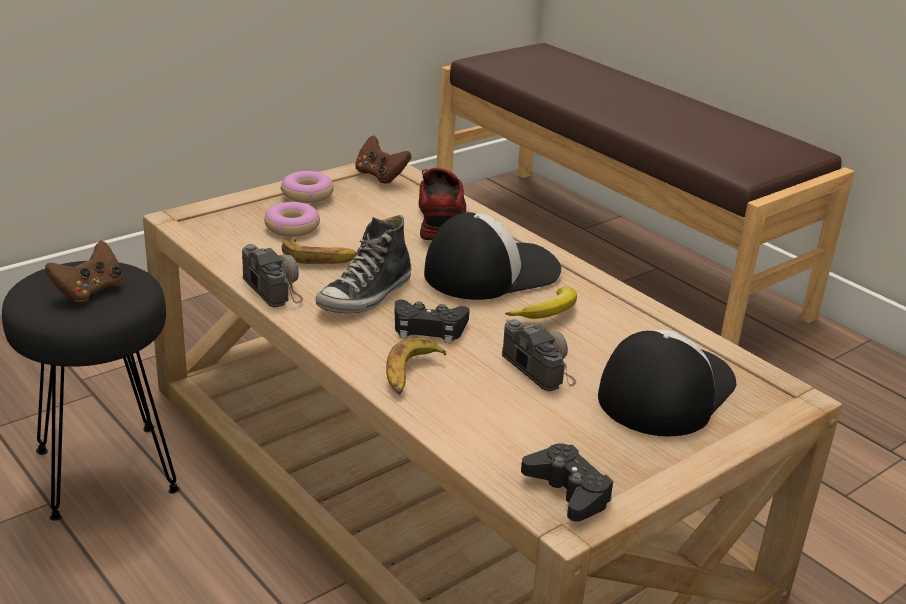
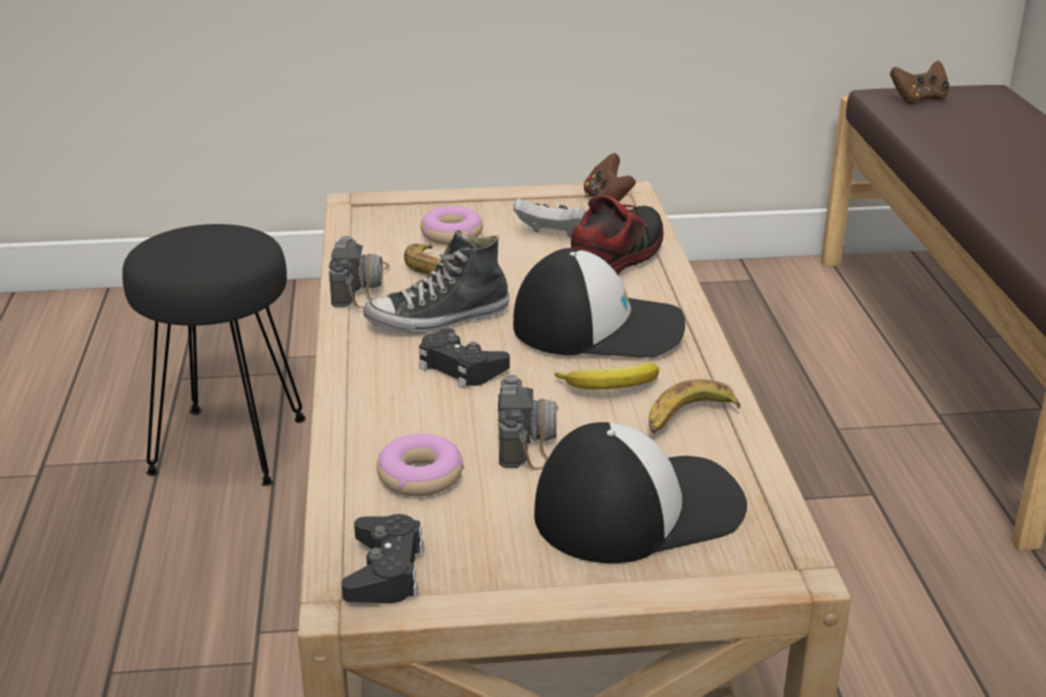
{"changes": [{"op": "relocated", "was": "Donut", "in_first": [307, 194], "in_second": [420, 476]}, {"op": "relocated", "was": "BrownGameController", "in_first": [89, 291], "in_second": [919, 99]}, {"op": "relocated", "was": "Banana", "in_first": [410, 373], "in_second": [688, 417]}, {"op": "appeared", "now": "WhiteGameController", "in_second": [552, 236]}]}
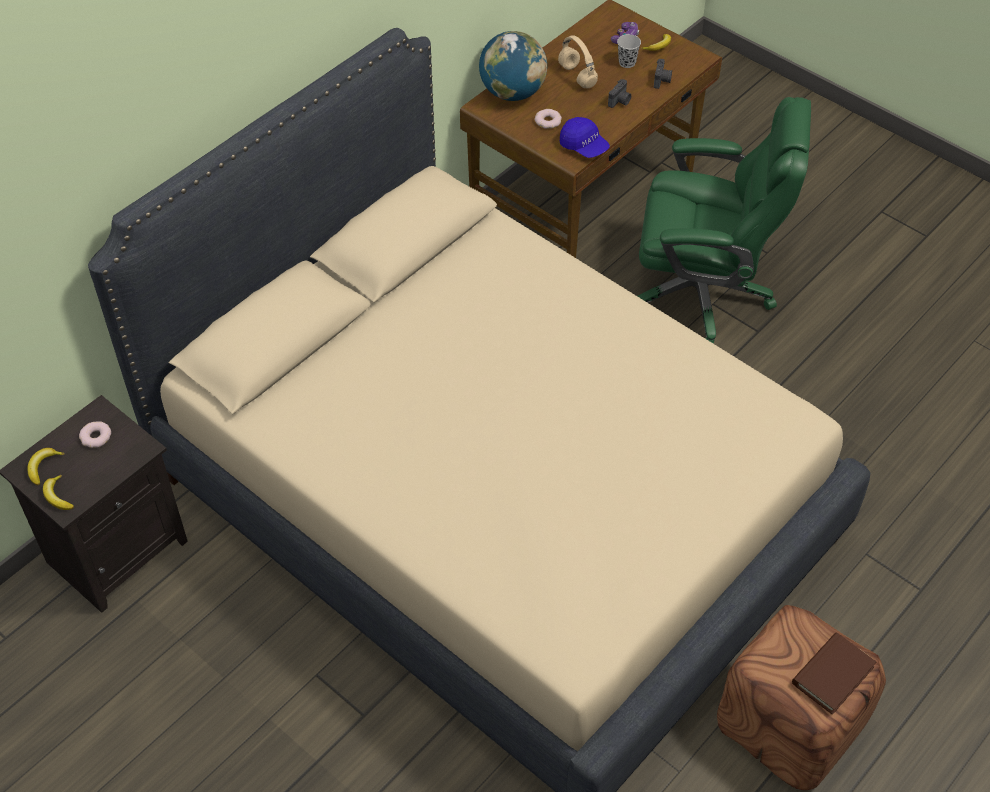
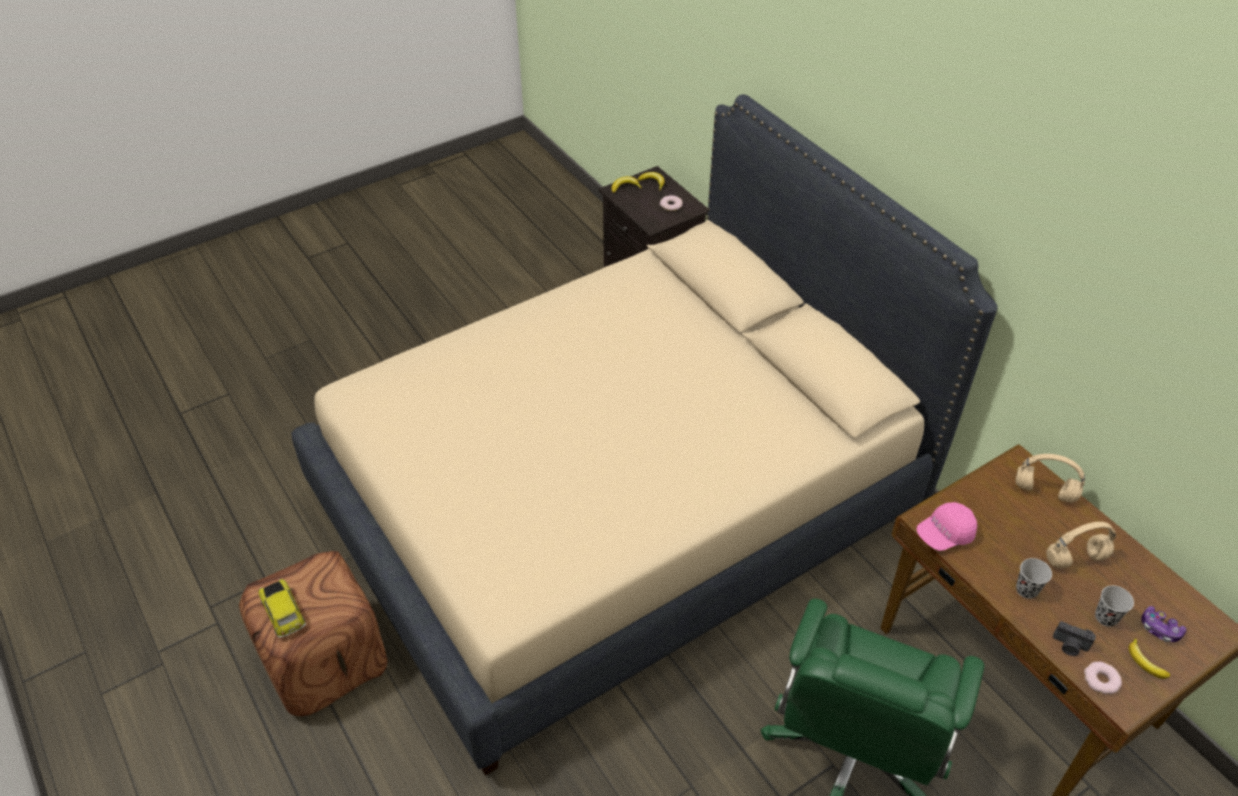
{"changes": [{"op": "exchanged", "was": "Globe", "now": "BeigeHeadphones", "in_first": [512, 93], "in_second": [1043, 491]}, {"op": "exchanged", "was": "PhotoCamera", "now": "BlackCup", "in_first": [620, 101], "in_second": [1026, 590]}, {"op": "relocated", "was": "Donut", "in_first": [548, 121], "in_second": [1101, 680]}, {"op": "colour", "was": "BlueCap", "now": "PinkCap", "in_first": [584, 146], "in_second": [944, 534]}, {"op": "exchanged", "was": "BrownBook", "now": "ToyCar", "in_first": [832, 675], "in_second": [284, 613]}]}
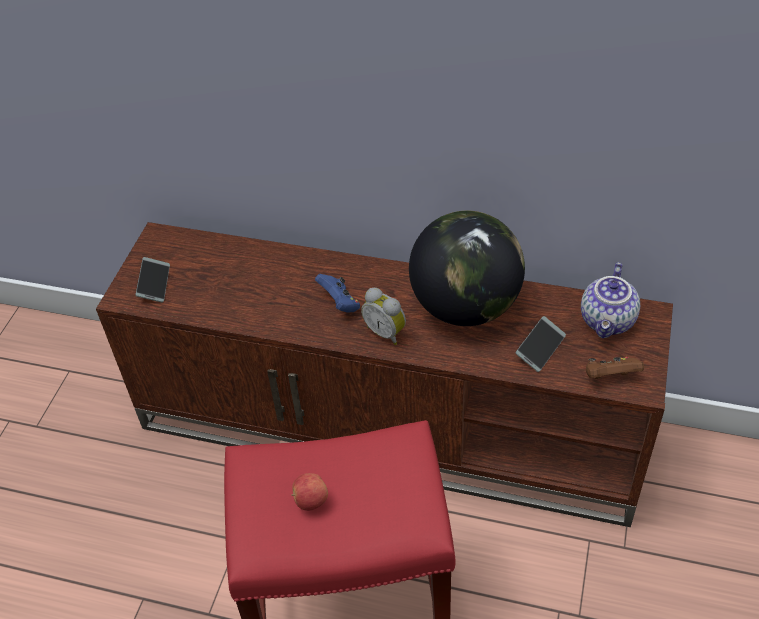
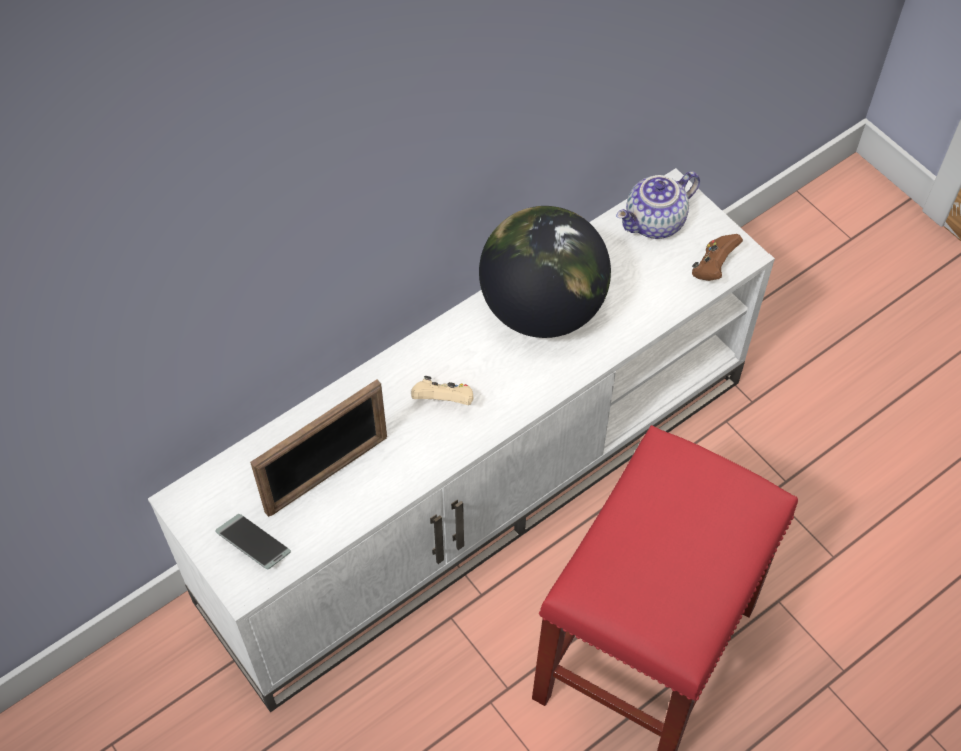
{"changes": [{"op": "colour", "was": "BrownTvStand", "now": "WhiteTvStand", "in_first": [391, 426], "in_second": [478, 483]}, {"op": "spun", "was": "Teapot", "in_first": [608, 321], "in_second": [655, 223], "clockwise": 90}, {"op": "colour", "was": "BlueGameController", "now": "BeigeGameController", "in_first": [340, 303], "in_second": [444, 401]}, {"op": "missing", "was": "AlarmClock", "in_first": [386, 332]}, {"op": "missing", "was": "Phone", "in_first": [540, 348]}, {"op": "missing", "was": "Apple", "in_first": [310, 500]}, {"op": "appeared", "now": "PictureFrame", "in_second": [327, 474]}]}
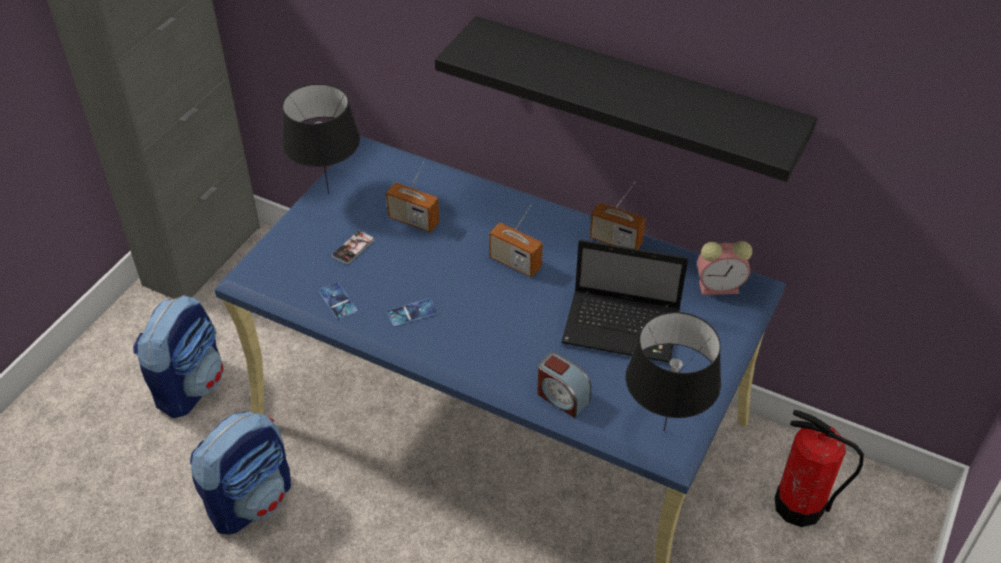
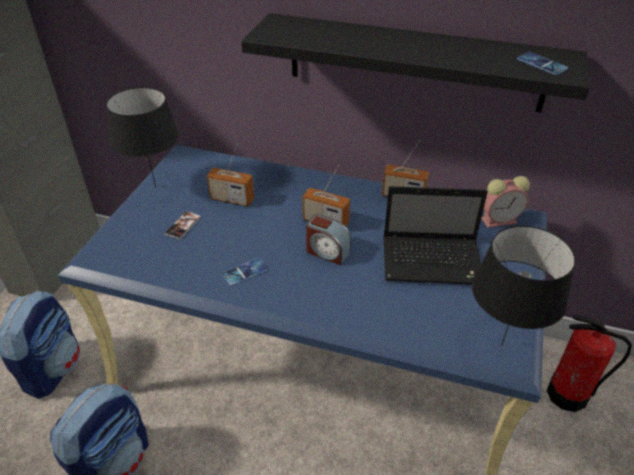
{"changes": [{"op": "relocated", "was": "Phone", "in_first": [337, 301], "in_second": [541, 64]}, {"op": "relocated", "was": "AlarmClock", "in_first": [562, 397], "in_second": [327, 252]}]}
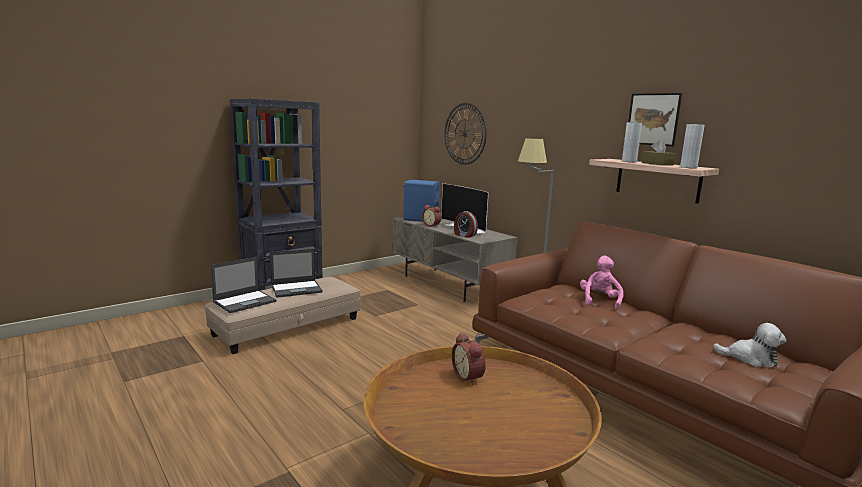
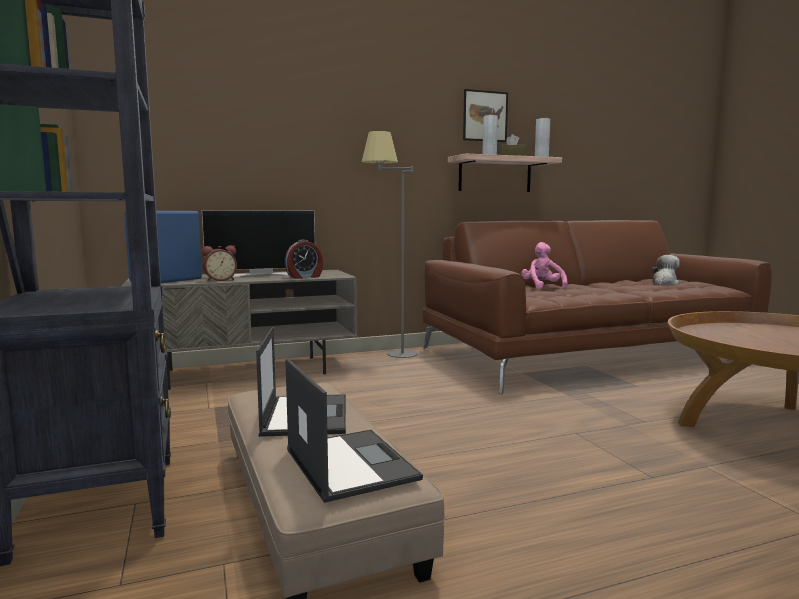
{"changes": [{"op": "missing", "was": "WallClock", "in_first": [464, 134]}, {"op": "spun", "was": "PinkPlushToy", "in_first": [599, 301], "in_second": [542, 287], "clockwise": 45}, {"op": "missing", "was": "AlarmClock", "in_first": [469, 376]}]}
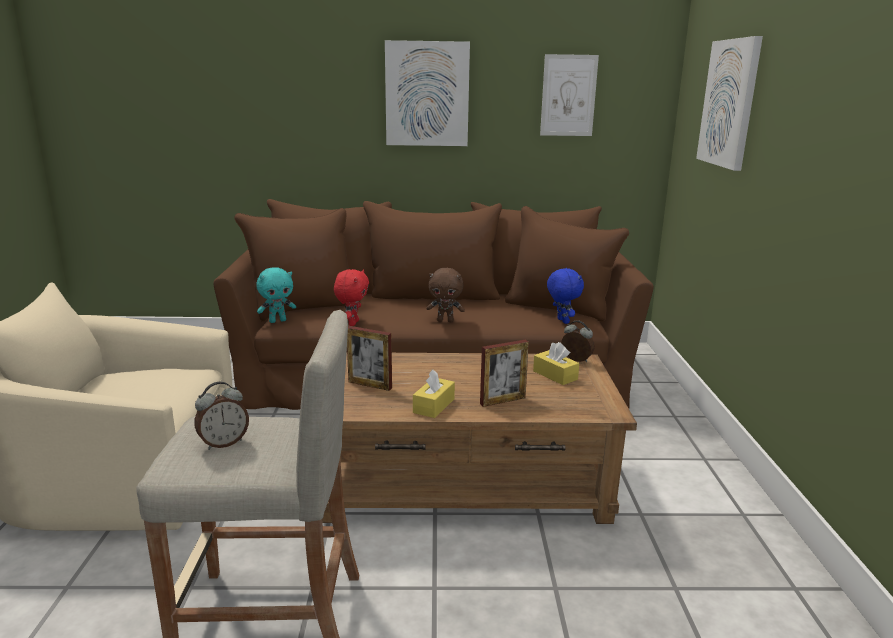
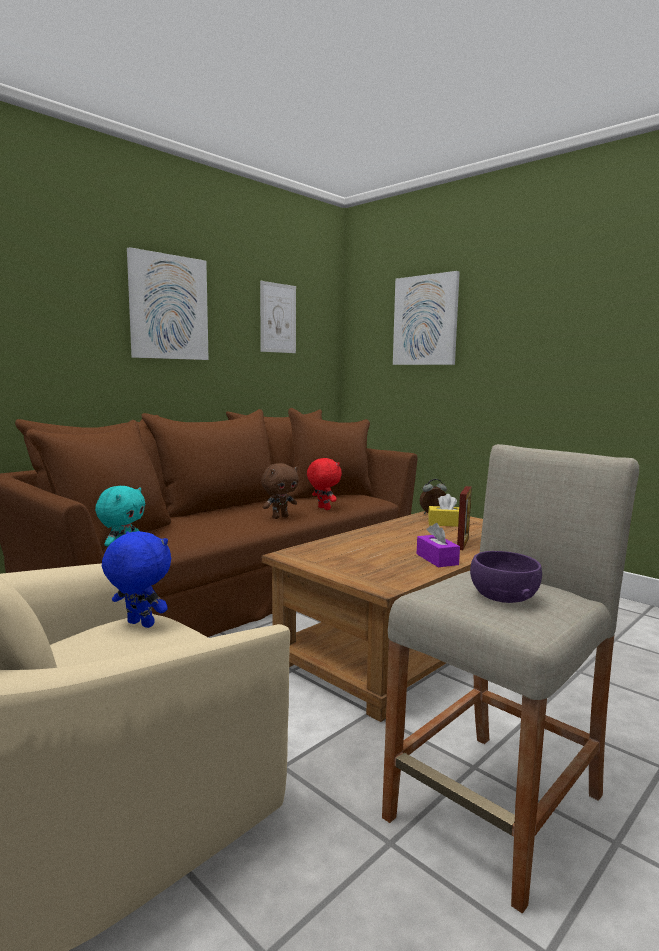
{"changes": [{"op": "relocated", "was": "BluePlushToy", "in_first": [562, 321], "in_second": [139, 625]}, {"op": "relocated", "was": "RedPlushToy", "in_first": [352, 323], "in_second": [323, 508]}, {"op": "missing", "was": "PictureFrame", "in_first": [370, 385]}, {"op": "colour", "was": "YellowTissueBox", "now": "PurpleTissueBox", "in_first": [434, 406], "in_second": [437, 559]}, {"op": "exchanged", "was": "AlarmClock", "now": "PurpleBowl", "in_first": [224, 443], "in_second": [503, 596]}]}
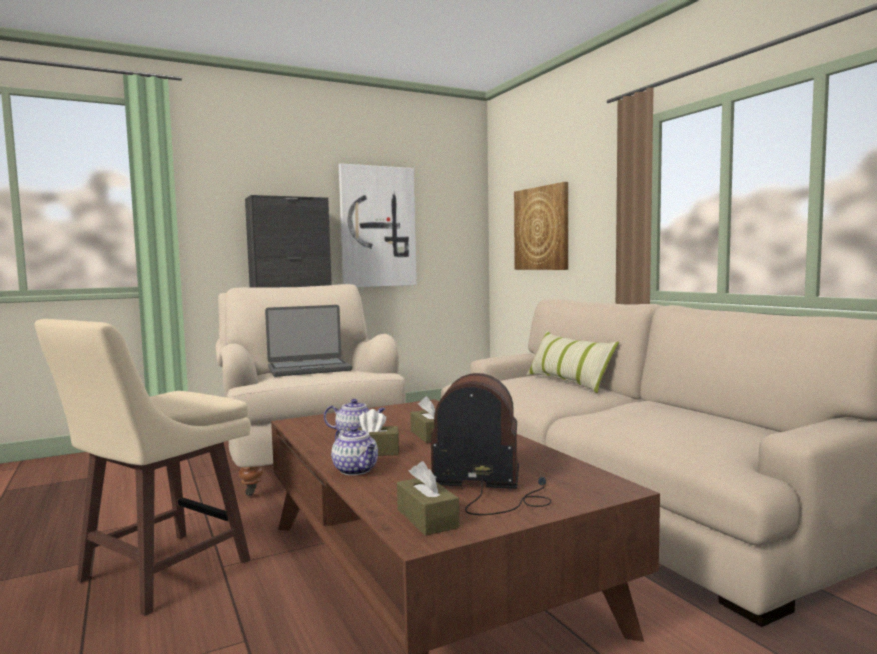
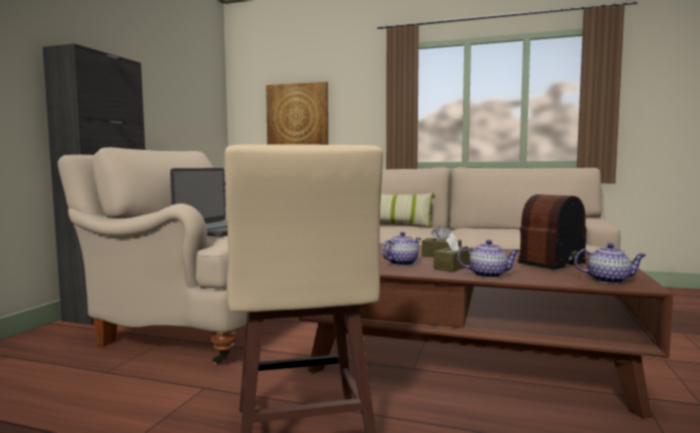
{"changes": [{"op": "missing", "was": "Picture", "in_first": [377, 227]}, {"op": "exchanged", "was": "BrownTissueBox", "now": "Teapot", "in_first": [427, 518], "in_second": [609, 280]}]}
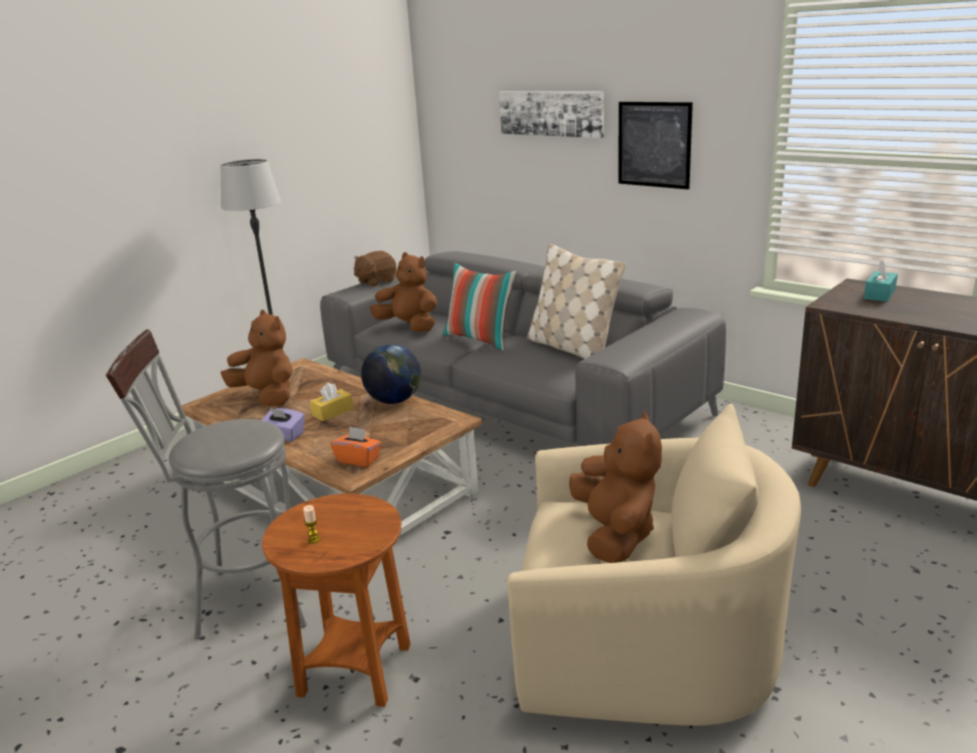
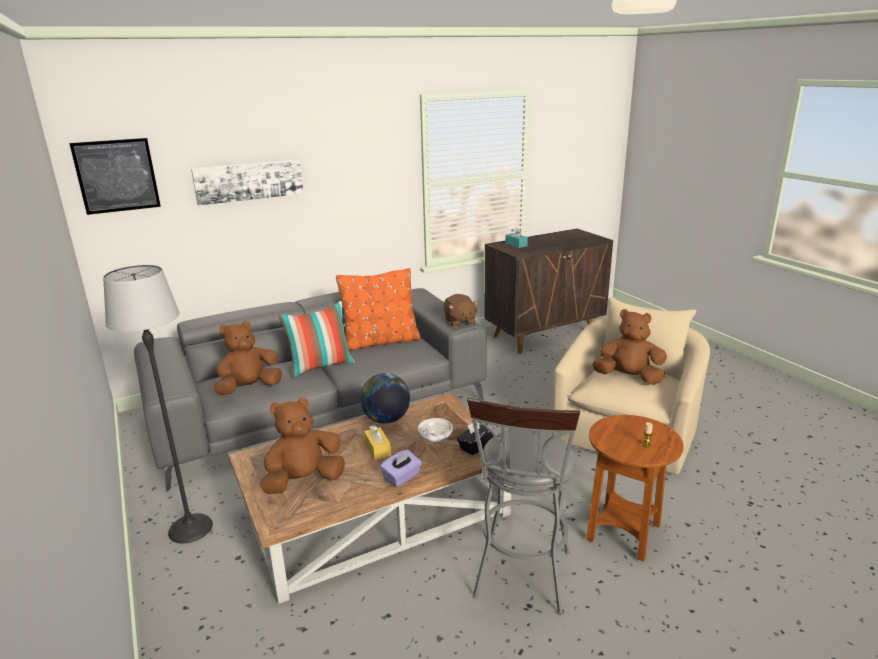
{"changes": [{"op": "relocated", "was": "Picture", "in_first": [654, 144], "in_second": [117, 176]}, {"op": "colour", "was": "BeigePillow", "now": "OrangePillow", "in_first": [572, 348], "in_second": [381, 341]}, {"op": "relocated", "was": "BrownPlushToy", "in_first": [376, 282], "in_second": [459, 322]}, {"op": "colour", "was": "OrangeTissueBox", "now": "BlackTissueBox", "in_first": [358, 460], "in_second": [475, 446]}, {"op": "appeared", "now": "Bowl", "in_second": [435, 437]}]}
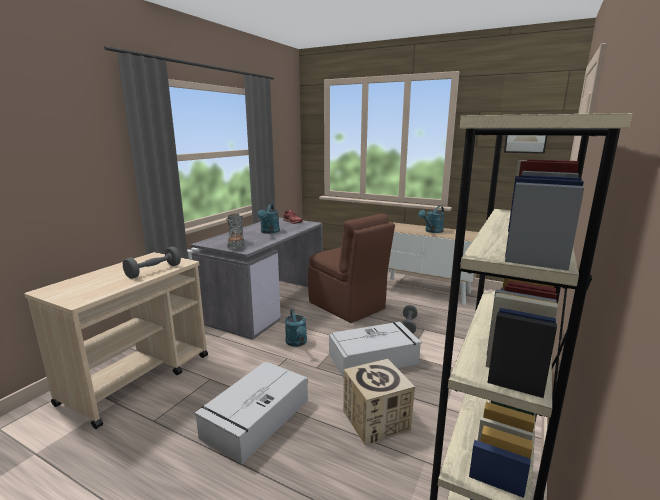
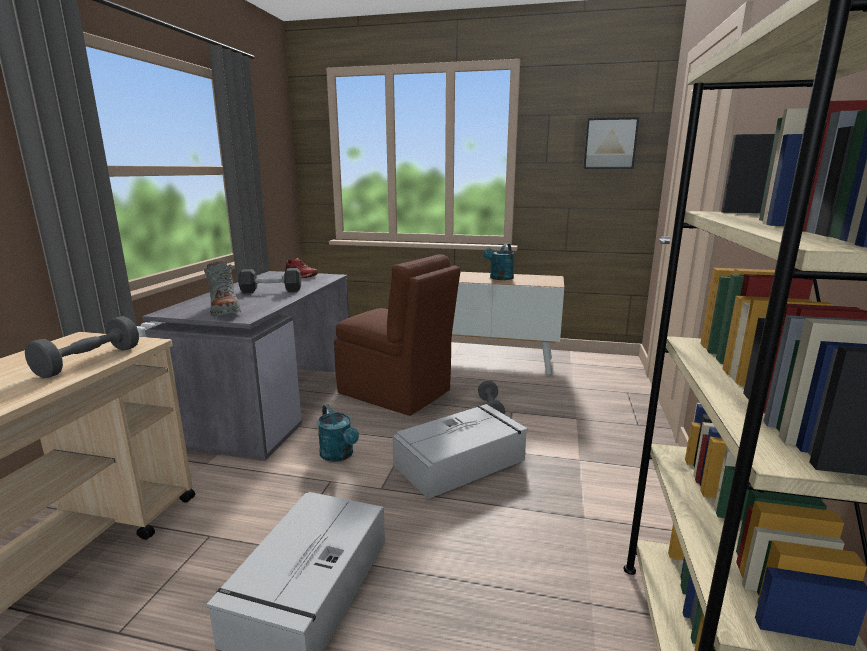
{"changes": [{"op": "exchanged", "was": "TurquoiseWateringCan", "now": "BlackDumbbell", "in_first": [269, 232], "in_second": [271, 291]}, {"op": "missing", "was": "CardboardBox", "in_first": [376, 420]}]}
